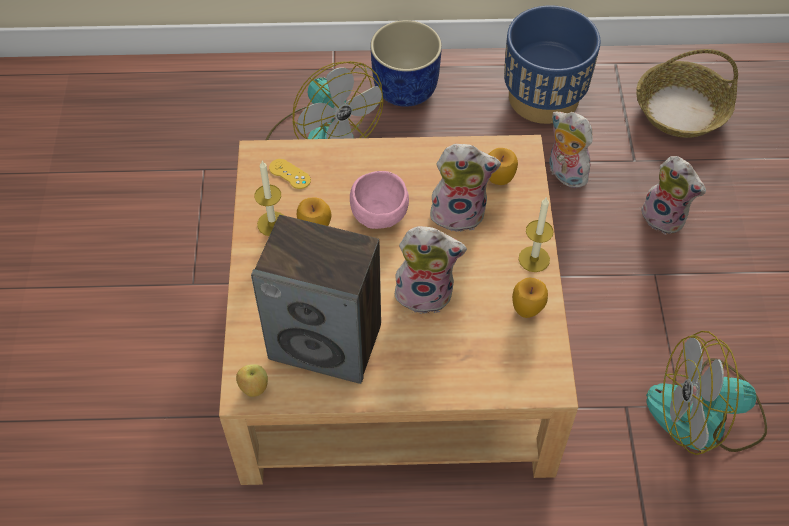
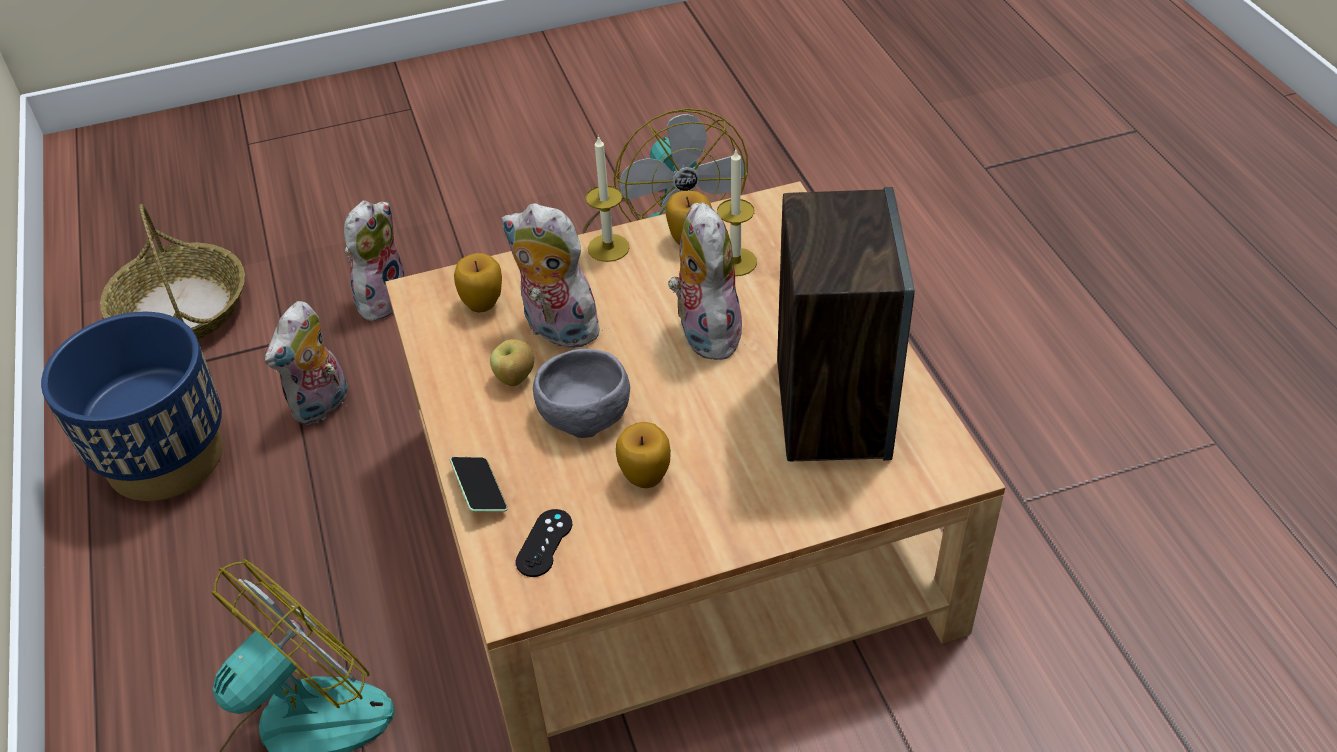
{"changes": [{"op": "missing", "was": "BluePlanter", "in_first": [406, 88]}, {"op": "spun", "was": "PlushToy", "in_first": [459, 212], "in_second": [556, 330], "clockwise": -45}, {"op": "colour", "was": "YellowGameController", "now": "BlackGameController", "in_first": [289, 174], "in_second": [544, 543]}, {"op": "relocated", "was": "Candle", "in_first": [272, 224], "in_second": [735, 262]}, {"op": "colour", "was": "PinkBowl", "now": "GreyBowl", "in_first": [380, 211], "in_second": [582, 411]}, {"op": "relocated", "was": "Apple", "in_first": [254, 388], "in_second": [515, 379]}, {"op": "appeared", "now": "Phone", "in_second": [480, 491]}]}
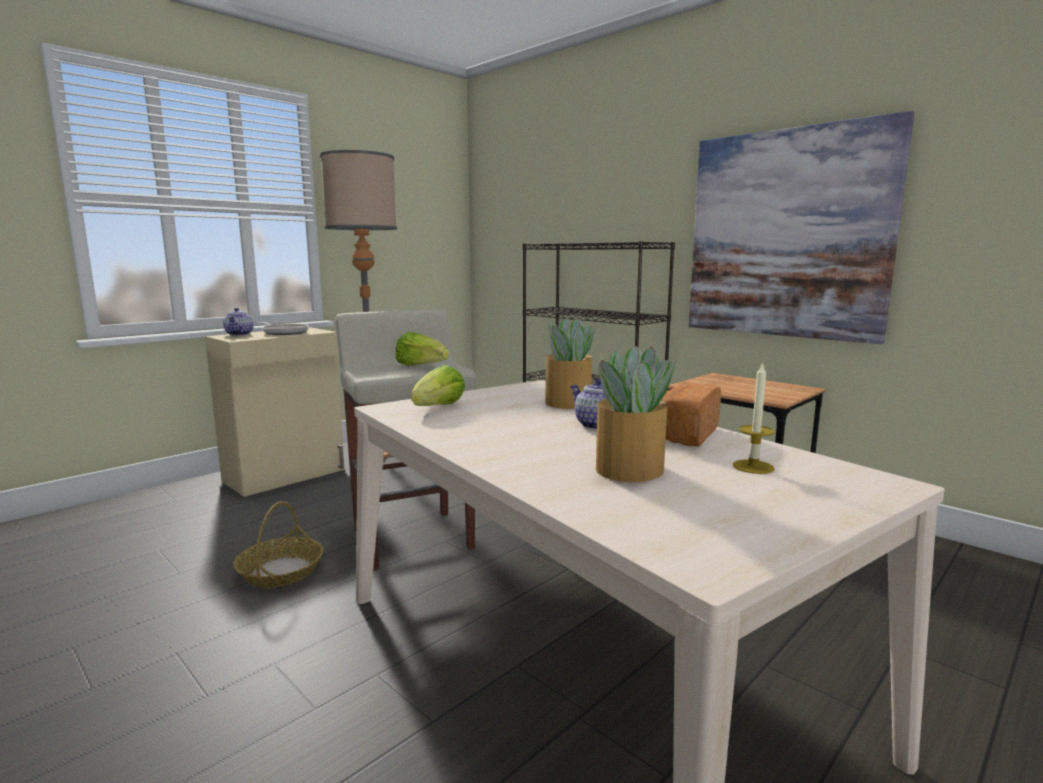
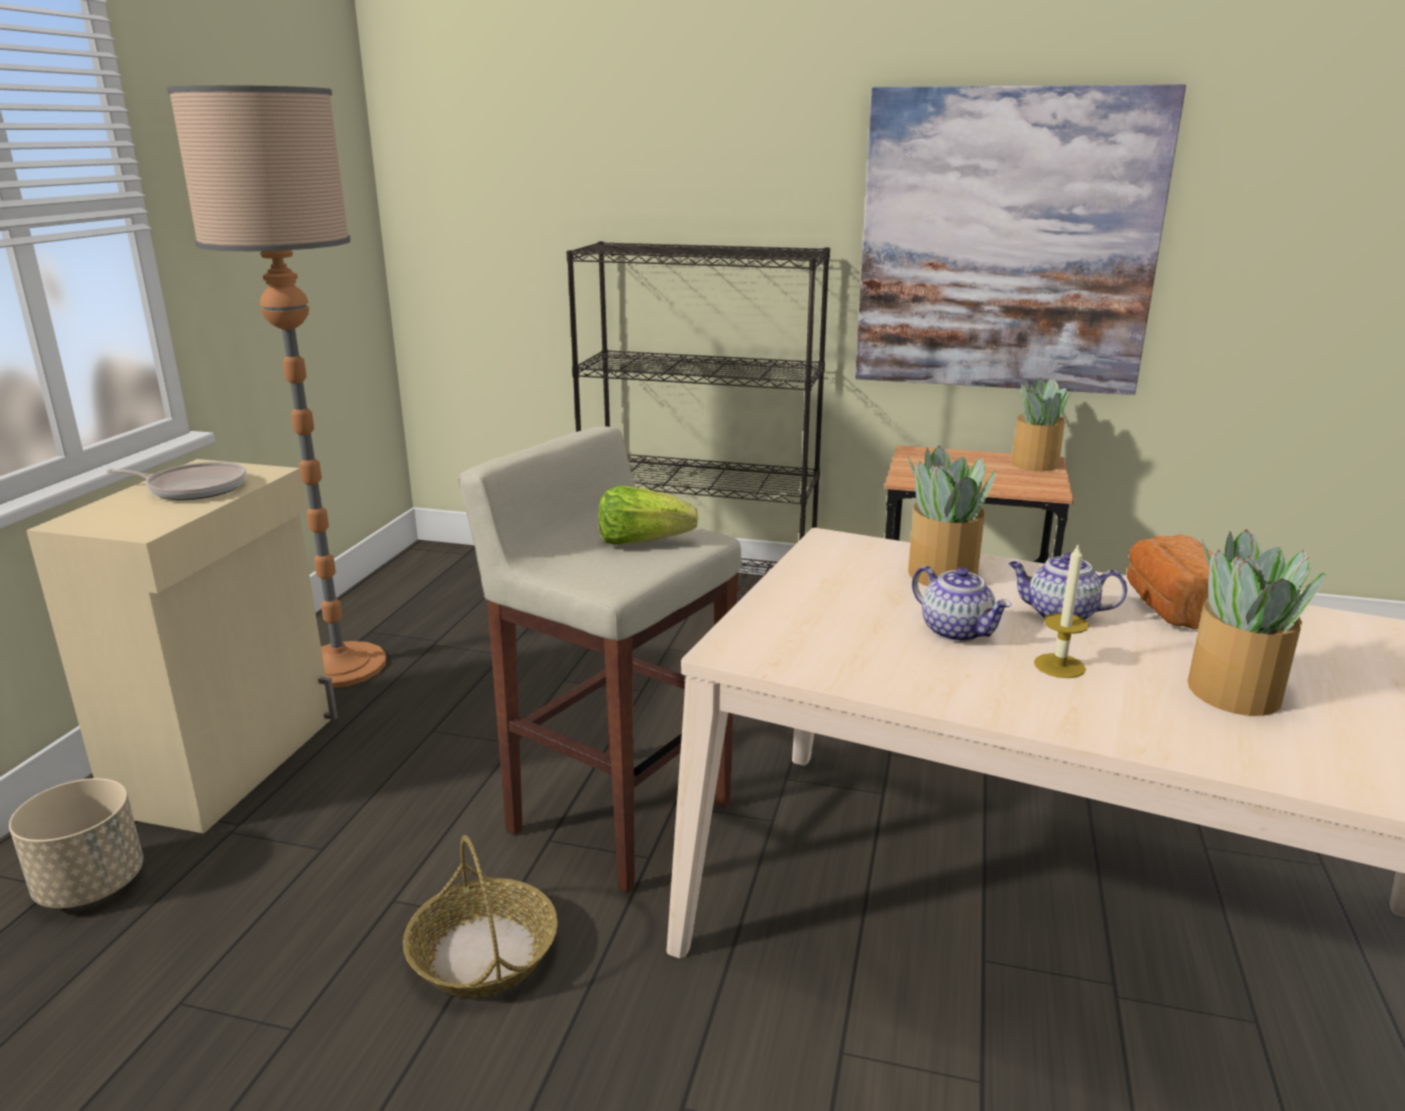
{"changes": [{"op": "relocated", "was": "Teapot", "in_first": [239, 334], "in_second": [957, 631]}, {"op": "relocated", "was": "Candle", "in_first": [753, 467], "in_second": [1059, 666]}, {"op": "missing", "was": "Lettuce", "in_first": [438, 408]}, {"op": "appeared", "now": "PottedPlant", "in_second": [1034, 464]}, {"op": "appeared", "now": "BeigePlanter", "in_second": [91, 885]}]}
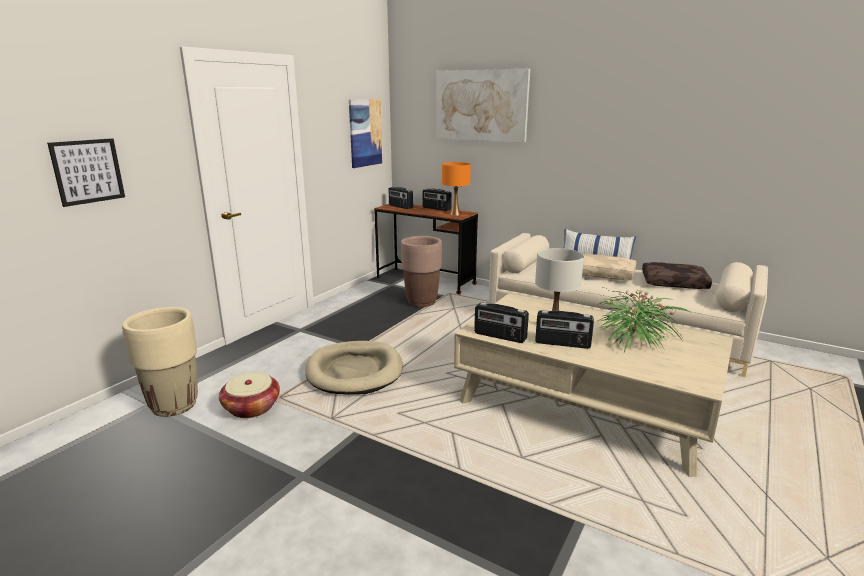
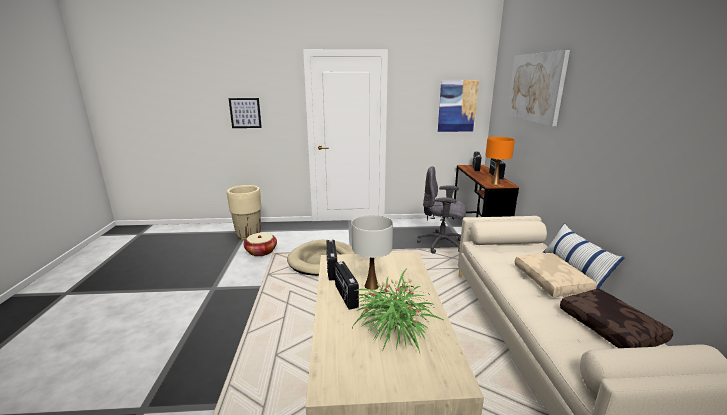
{"changes": [{"op": "exchanged", "was": "BrownPlanter", "now": "GreyOfficeChair", "in_first": [421, 302], "in_second": [442, 244]}]}
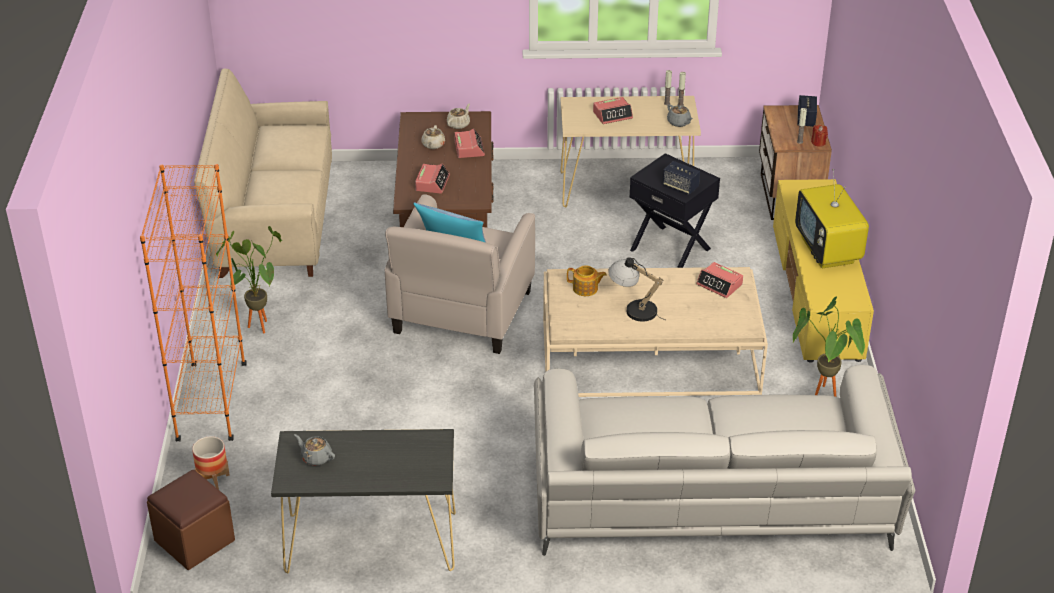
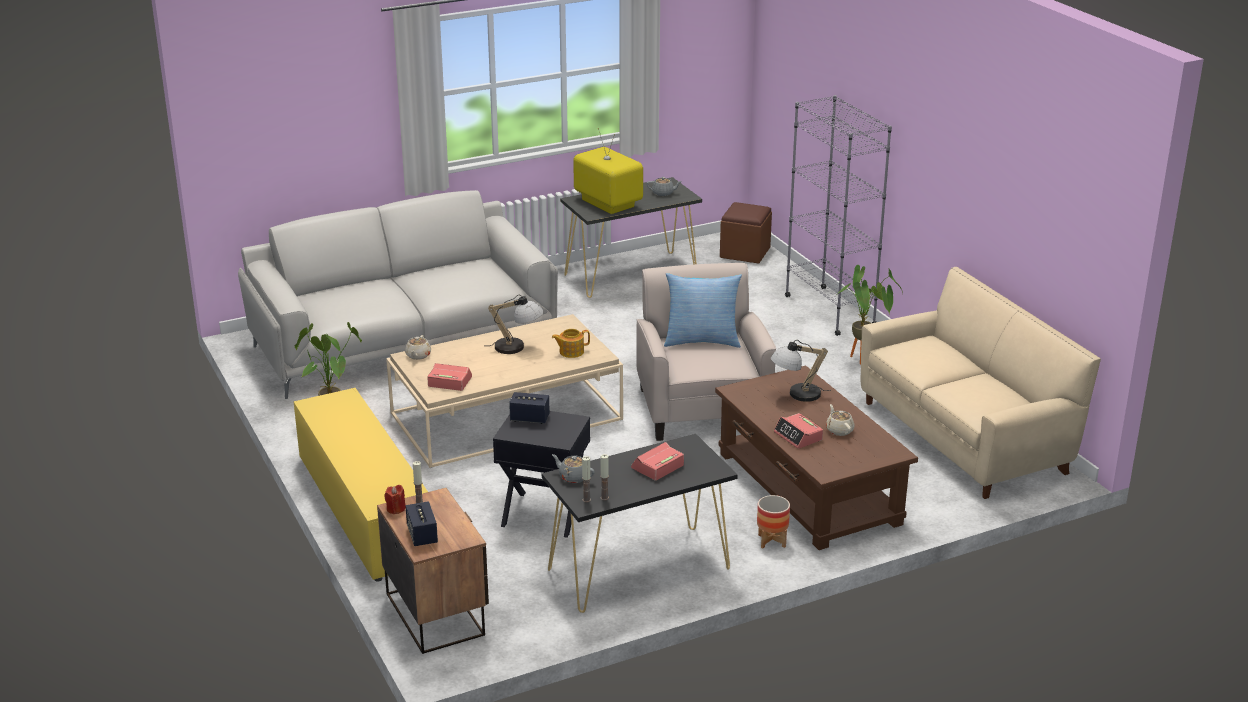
{"changes": [{"op": "colour", "was": "BeigeConsoleTable", "now": "BlackConsoleTable", "in_first": [626, 189], "in_second": [638, 569]}, {"op": "relocated", "was": "BeigeTeapot", "in_first": [458, 124], "in_second": [418, 356]}, {"op": "colour", "was": "OrangeBookcase", "now": "GreyBookcase", "in_first": [211, 402], "in_second": [829, 310]}, {"op": "exchanged", "was": "AlarmClock", "now": "TableLamp", "in_first": [432, 183], "in_second": [796, 395]}, {"op": "relocated", "was": "Television", "in_first": [828, 251], "in_second": [607, 203]}, {"op": "relocated", "was": "Planter", "in_first": [213, 479], "in_second": [771, 541]}]}
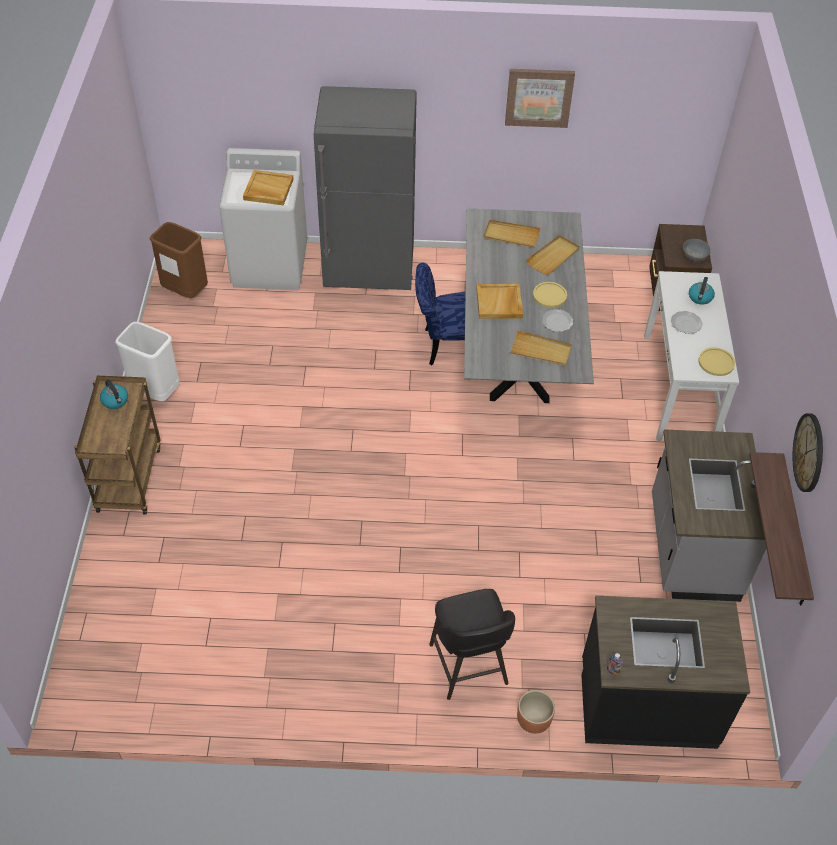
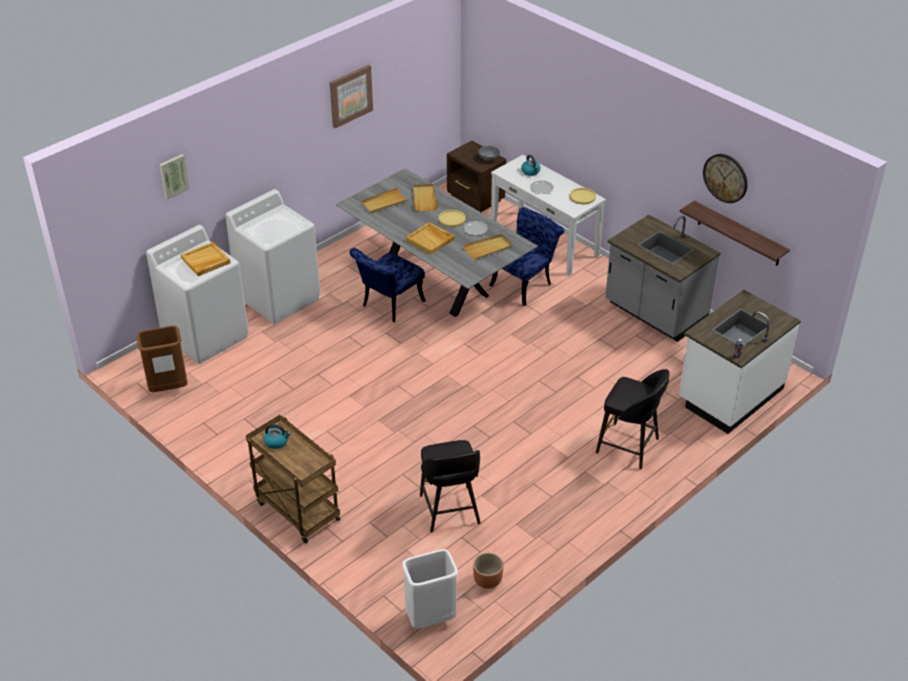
{"changes": [{"op": "exchanged", "was": "GreyFridge", "now": "WhiteWashingMachine", "in_first": [369, 271], "in_second": [279, 297]}, {"op": "relocated", "was": "WhiteTrashCan", "in_first": [156, 392], "in_second": [430, 619]}, {"op": "colour", "was": "BlackCounter", "now": "WhiteCounter", "in_first": [647, 703], "in_second": [729, 394]}, {"op": "relocated", "was": "BrownPlanter", "in_first": [534, 720], "in_second": [487, 580]}, {"op": "appeared", "now": "Picture", "in_second": [173, 176]}, {"op": "appeared", "now": "BlueChair", "in_second": [525, 283]}, {"op": "appeared", "now": "BlackStool", "in_second": [450, 511]}]}
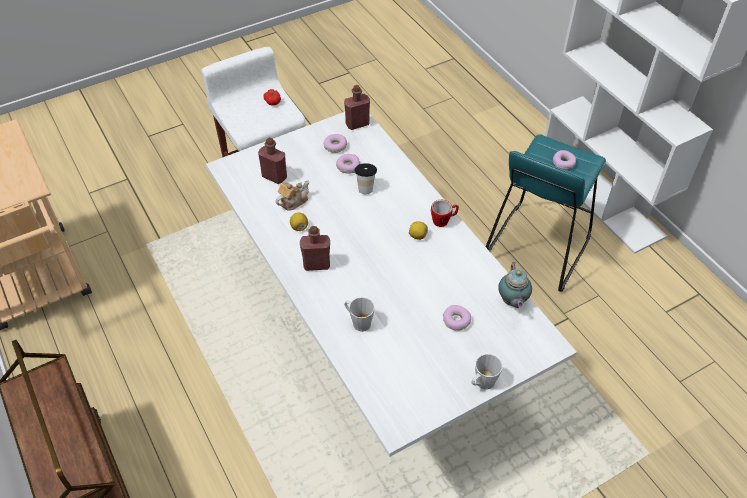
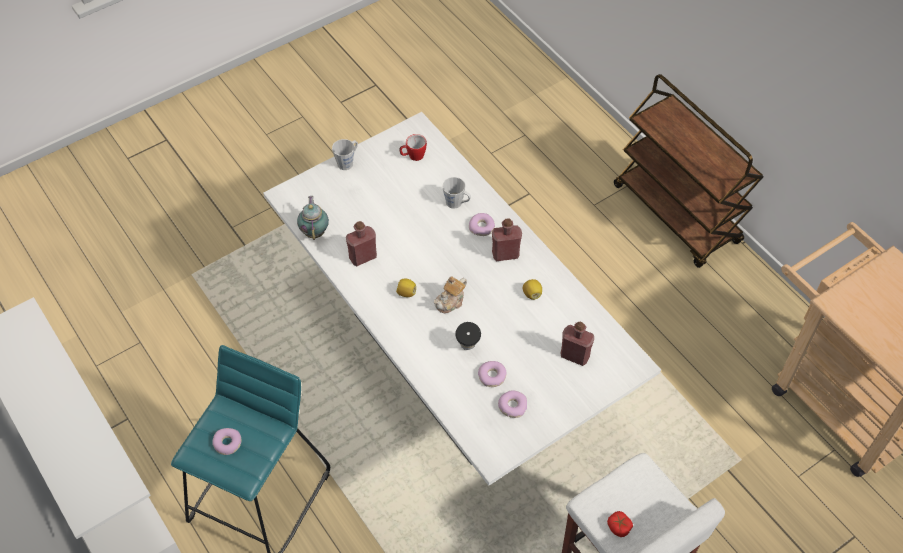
{"changes": [{"op": "relocated", "was": "RedBottle", "in_first": [357, 124], "in_second": [363, 257]}, {"op": "relocated", "was": "Teapot", "in_first": [293, 201], "in_second": [450, 302]}, {"op": "relocated", "was": "Mug", "in_first": [443, 220], "in_second": [413, 156]}, {"op": "relocated", "was": "Donut", "in_first": [456, 321], "in_second": [481, 227]}]}
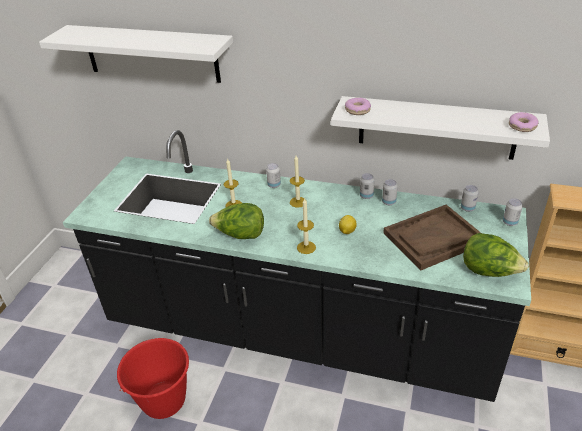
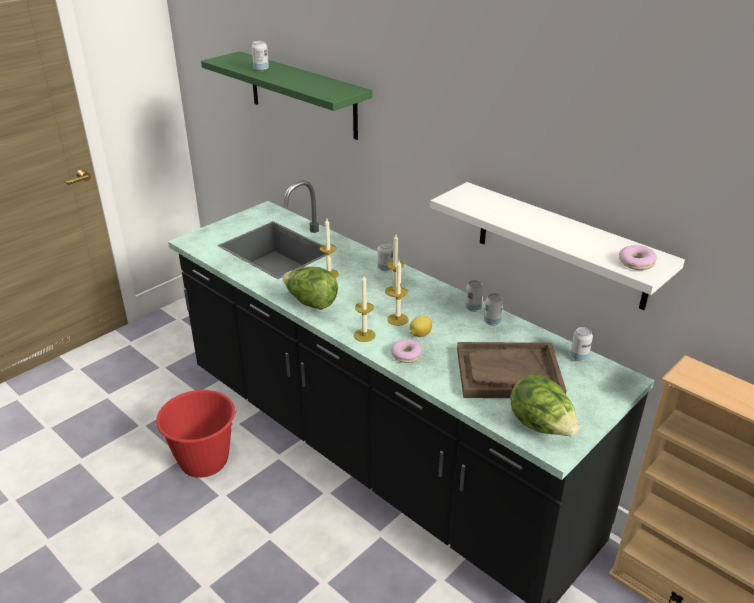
{"changes": [{"op": "colour", "was": "WhiteShelf", "now": "GreenShelf", "in_first": [151, 53], "in_second": [302, 95]}, {"op": "relocated", "was": "Donut", "in_first": [357, 110], "in_second": [406, 355]}, {"op": "relocated", "was": "Can", "in_first": [510, 222], "in_second": [261, 69]}, {"op": "appeared", "now": "Candle", "in_second": [397, 319]}]}
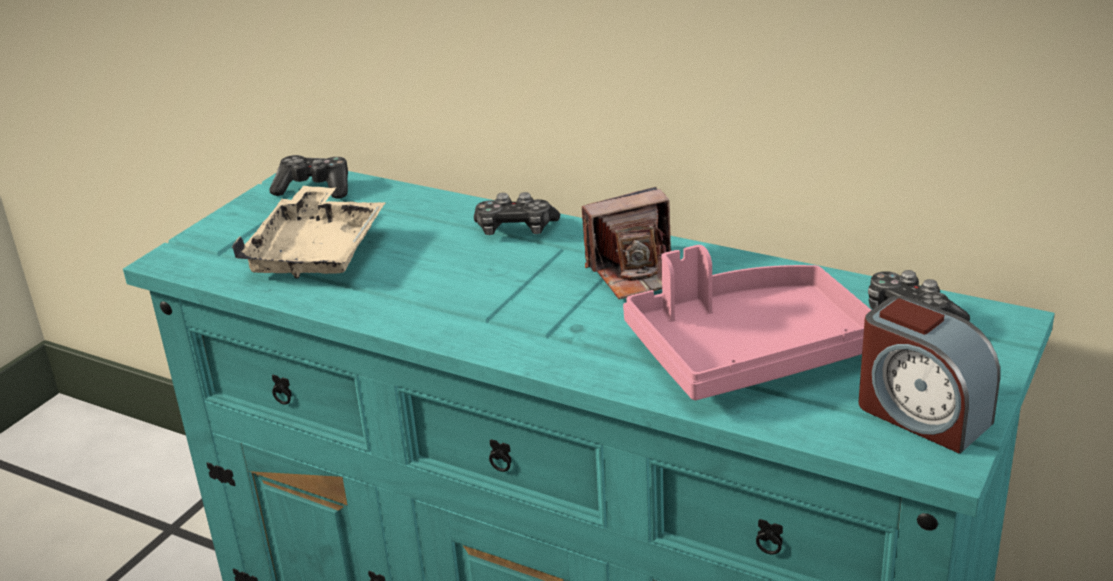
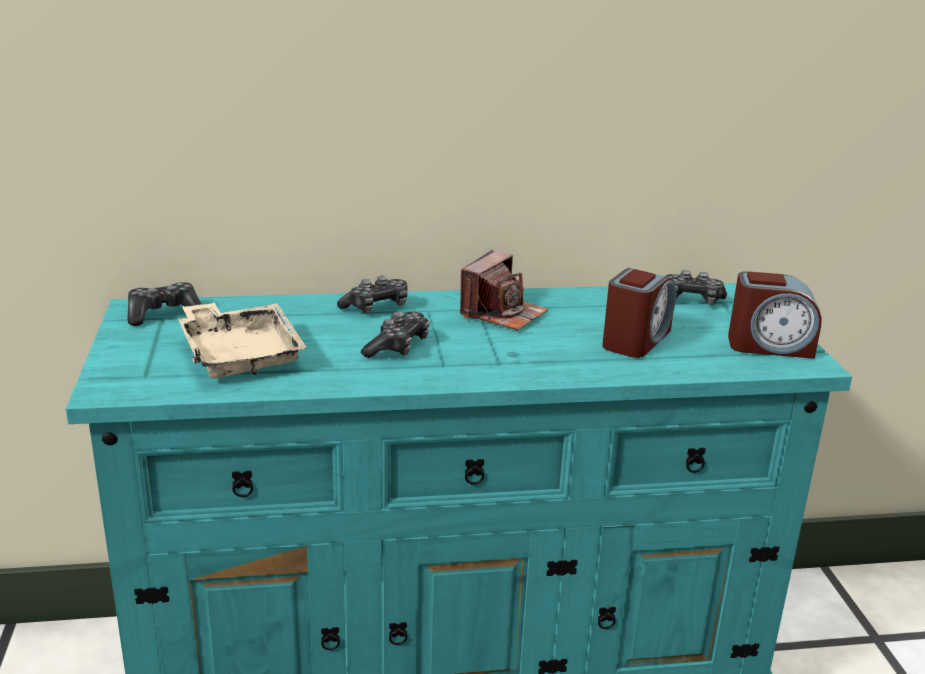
{"changes": [{"op": "exchanged", "was": "PinkTray", "now": "AlarmClock", "in_first": [749, 352], "in_second": [636, 340]}, {"op": "appeared", "now": "GameController", "in_second": [398, 347]}]}
